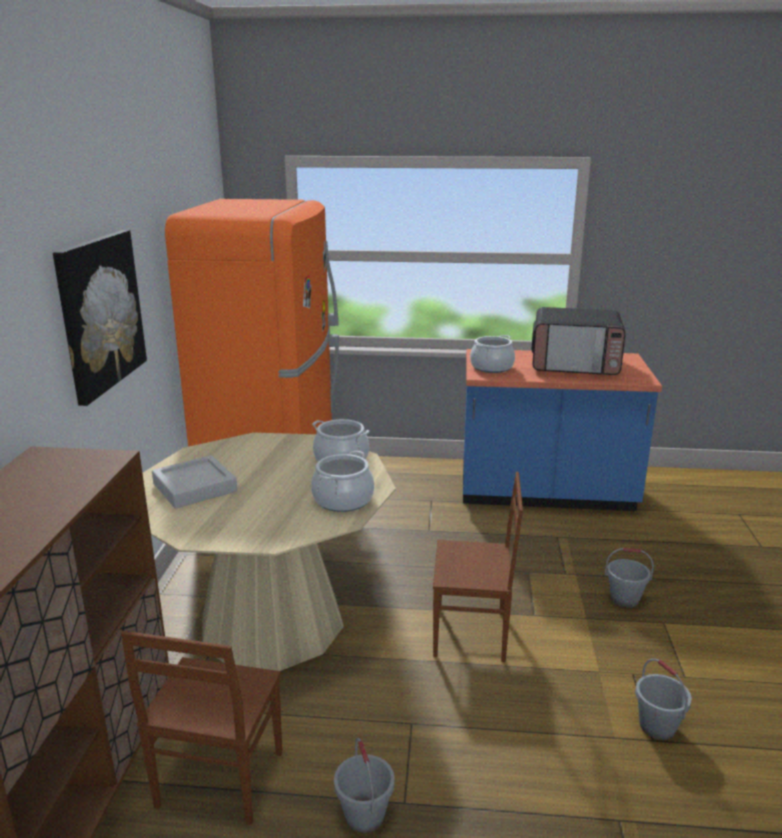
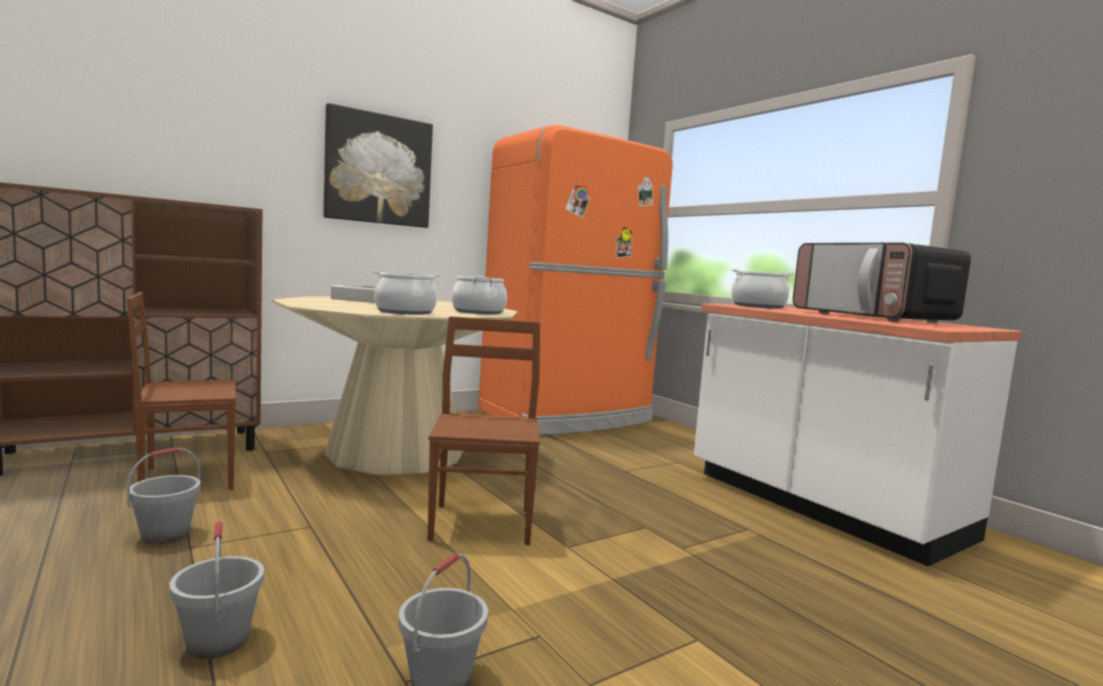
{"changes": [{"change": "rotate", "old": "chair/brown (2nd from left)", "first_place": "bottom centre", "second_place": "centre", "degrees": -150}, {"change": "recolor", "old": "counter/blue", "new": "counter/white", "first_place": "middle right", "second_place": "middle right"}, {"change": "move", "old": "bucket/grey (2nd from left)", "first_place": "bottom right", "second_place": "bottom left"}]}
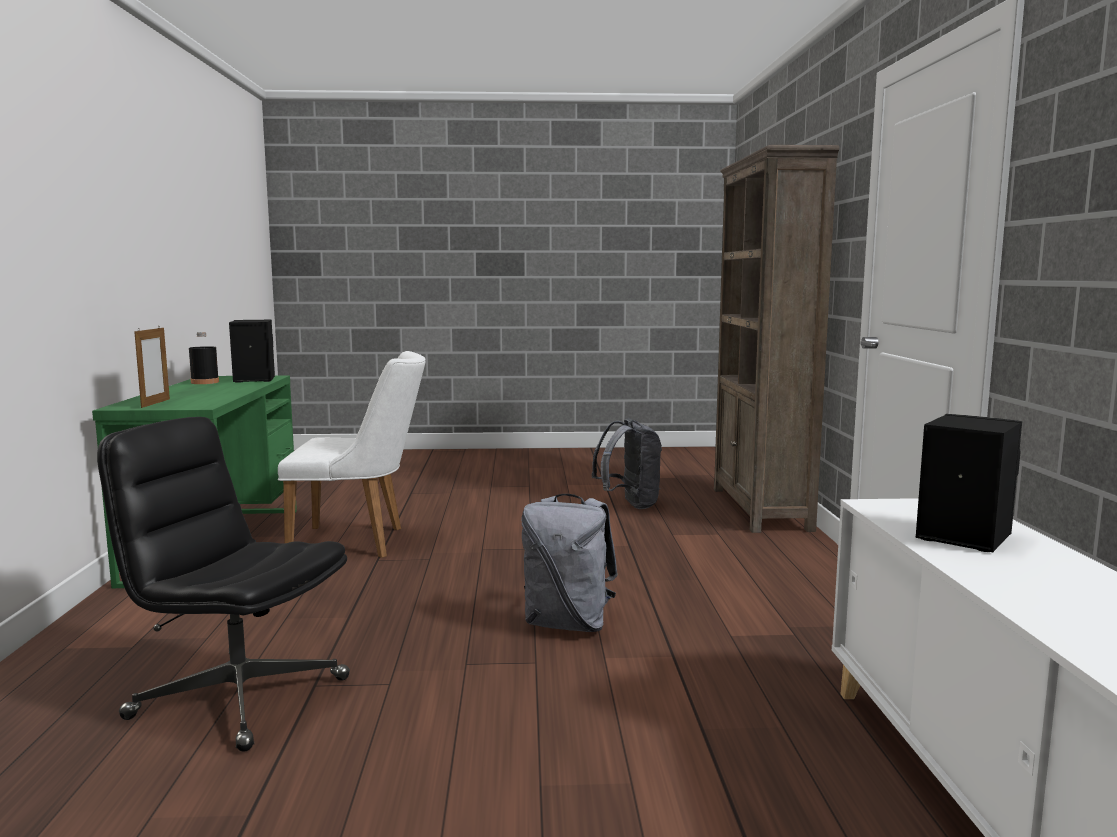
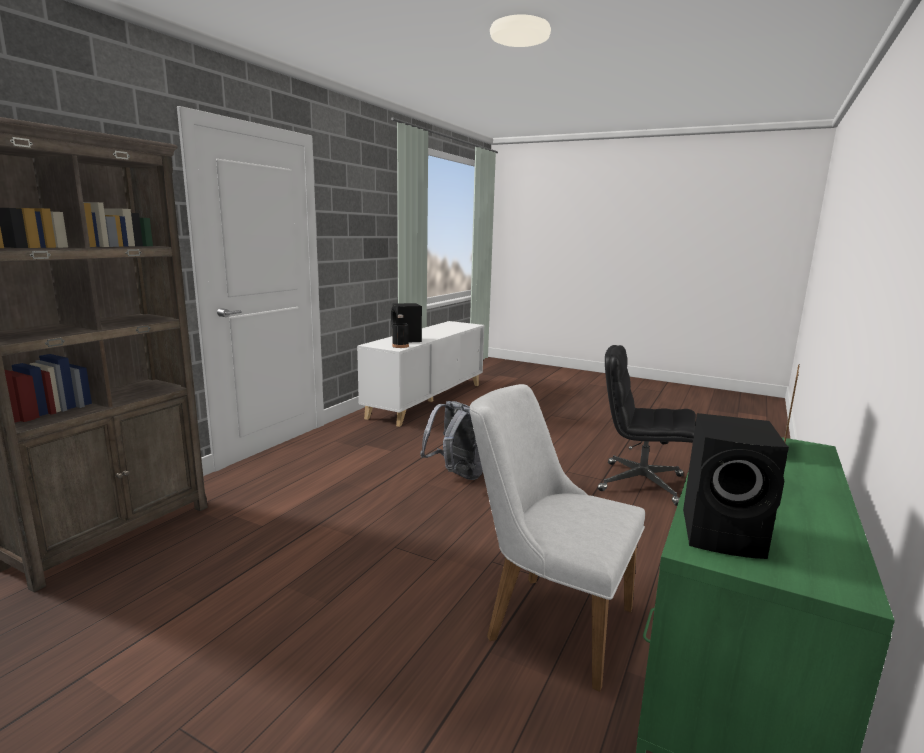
{"changes": [{"change": "rotate", "old": "office chair/black", "first_place": "bottom left", "second_place": "middle right", "degrees": 150}, {"change": "move", "old": "bottle/black", "first_place": "middle left", "second_place": "centre"}, {"change": "delete", "old": "backpack/grey (2nd from left)", "first_place": "centre"}]}
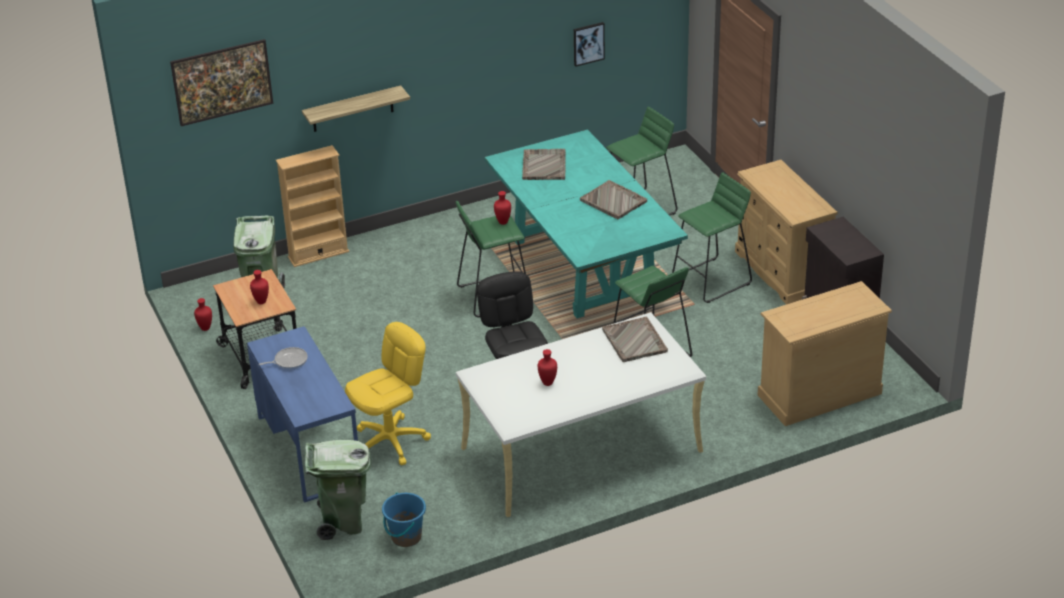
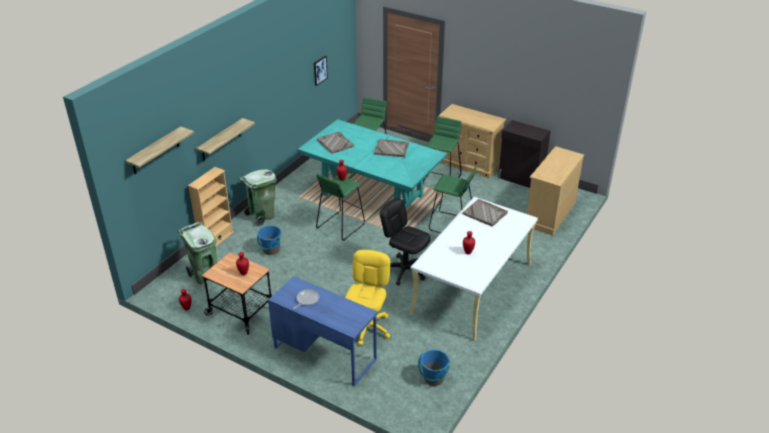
{"changes": [{"change": "replace", "old": "picture (1st from left)", "new": "shelf (1st from left)", "first_place": "top left", "second_place": "middle left"}, {"change": "move", "old": "trash can/green (2nd from left)", "first_place": "bottom left", "second_place": "centre"}, {"change": "insert", "new": "bucket/blue (1st from left)", "second_place": "centre"}]}
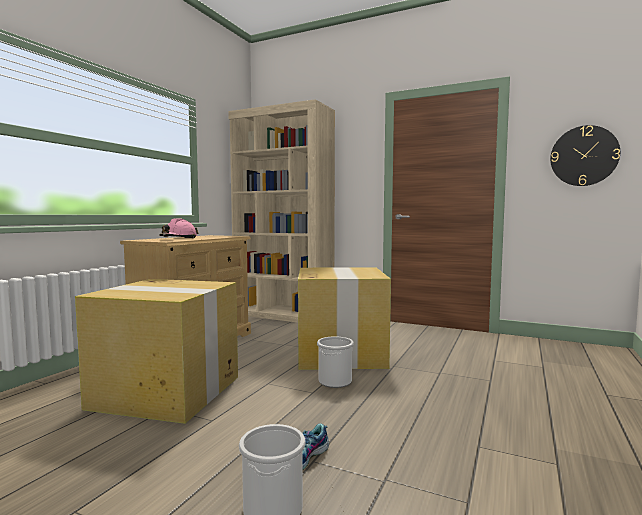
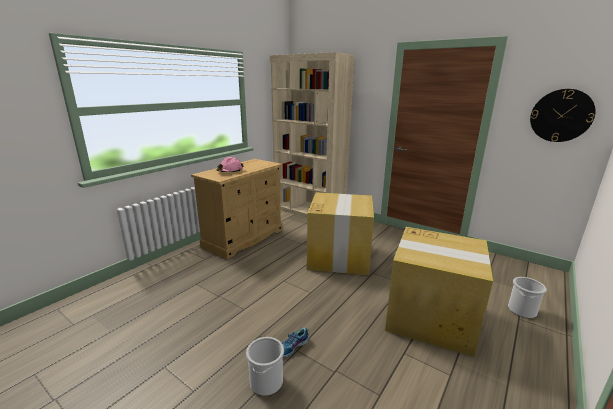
{"changes": [{"change": "move", "old": "cardboard box (1st from left in the first image)", "new": "cardboard box (2nd from left)", "first_place": "bottom left", "second_place": "bottom right"}, {"change": "move", "old": "bucket (2nd from left)", "first_place": "bottom centre", "second_place": "bottom right"}]}
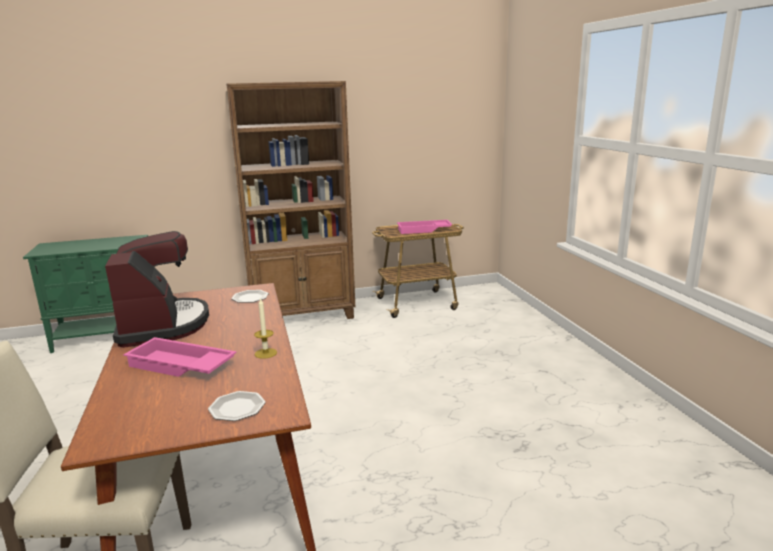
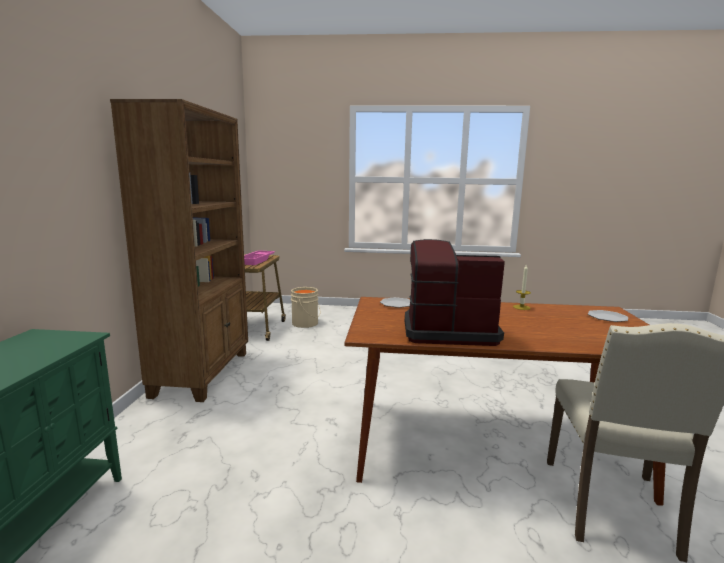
{"changes": [{"change": "delete", "old": "tray/pink (1st from left)", "first_place": "middle left"}, {"change": "insert", "new": "bucket/beige", "second_place": "centre"}]}
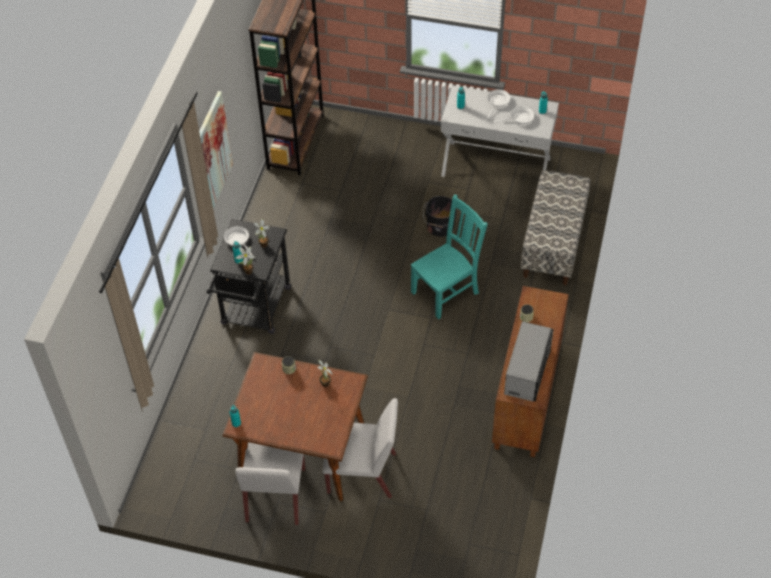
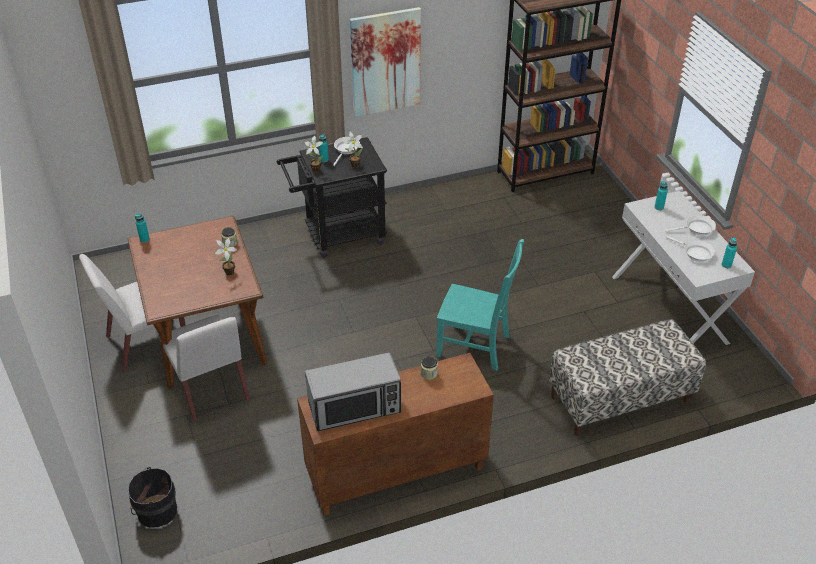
{"changes": [{"change": "move", "old": "bucket/black", "first_place": "centre", "second_place": "bottom left"}]}
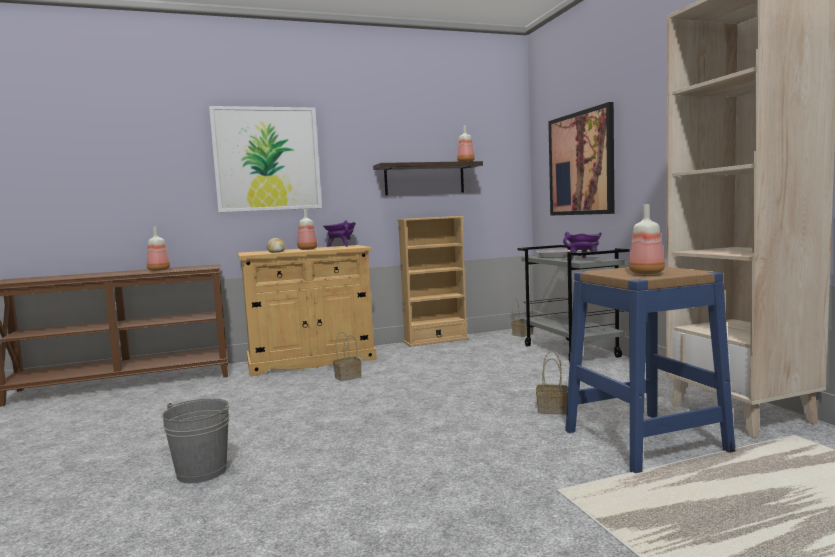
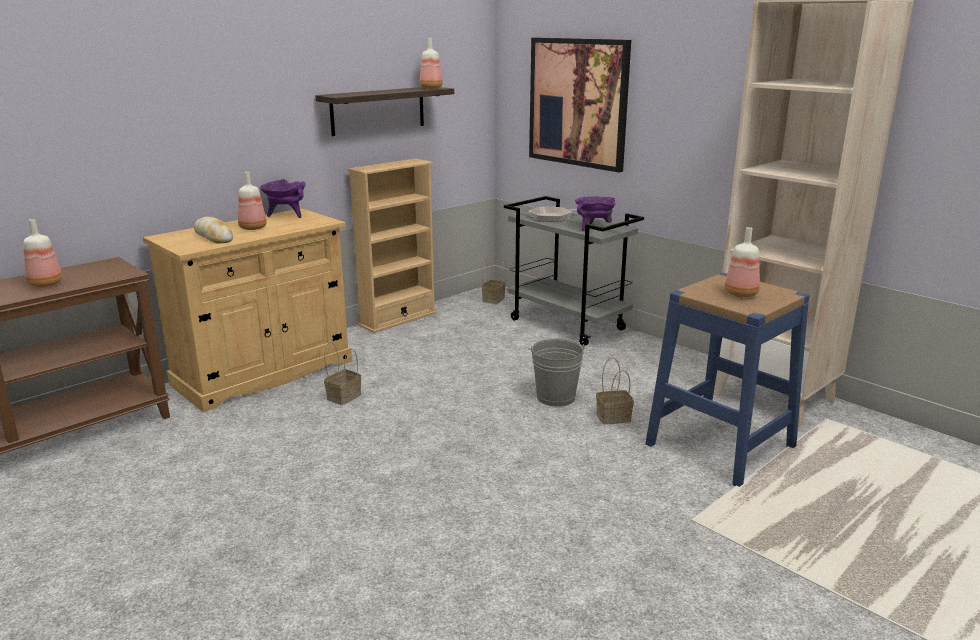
{"changes": [{"change": "move", "old": "bucket/grey", "first_place": "bottom left", "second_place": "centre"}, {"change": "delete", "old": "picture (1st from left)", "first_place": "top left"}]}
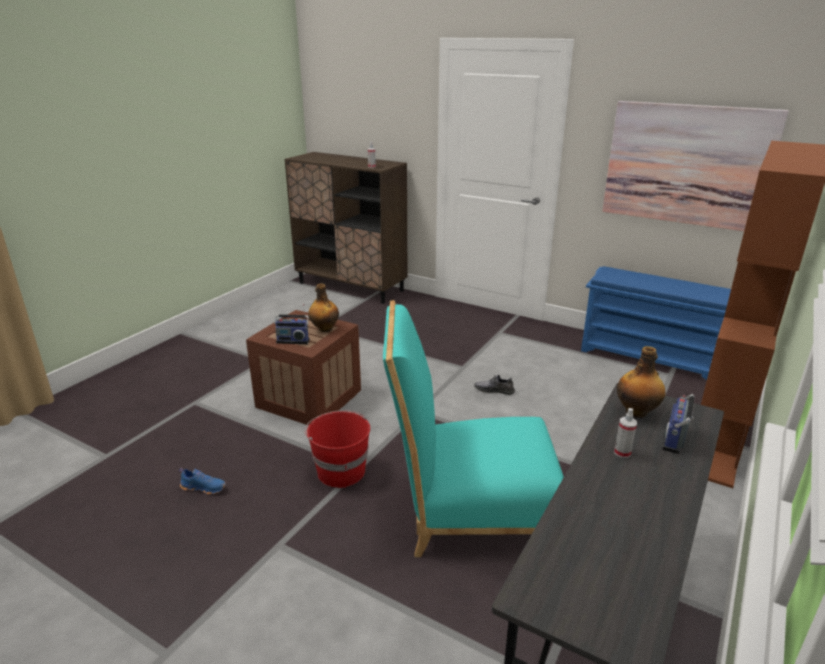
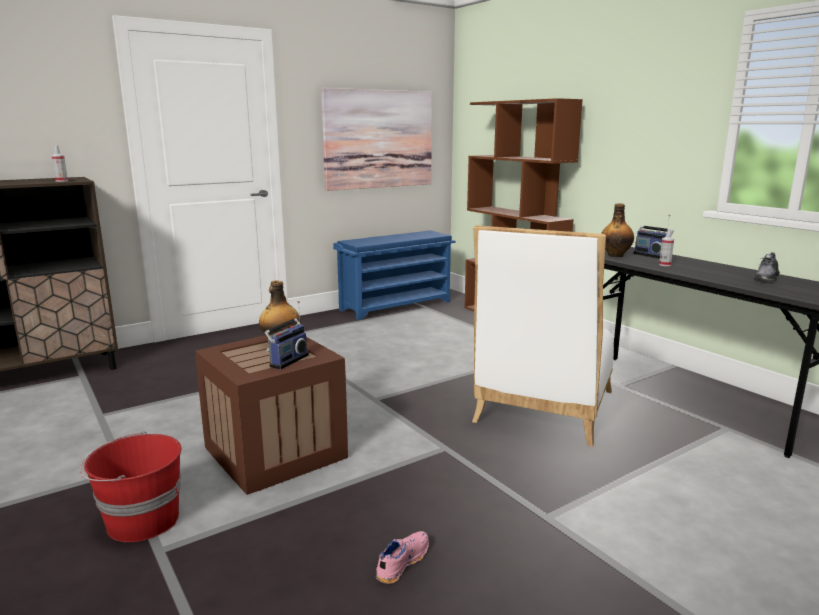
{"changes": [{"change": "recolor", "old": "shoe/blue", "new": "shoe/pink", "first_place": "bottom left", "second_place": "bottom centre"}, {"change": "move", "old": "bucket/red", "first_place": "bottom centre", "second_place": "bottom left"}, {"change": "recolor", "old": "chair/turquoise", "new": "chair/white", "first_place": "centre", "second_place": "centre"}, {"change": "move", "old": "shoe/grey", "first_place": "centre", "second_place": "middle right"}]}
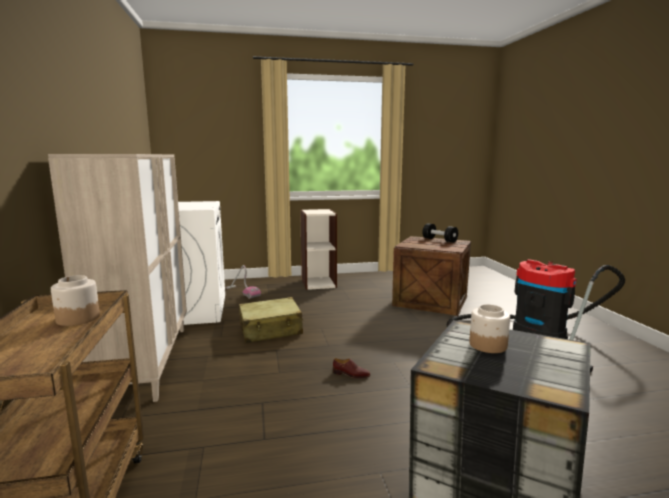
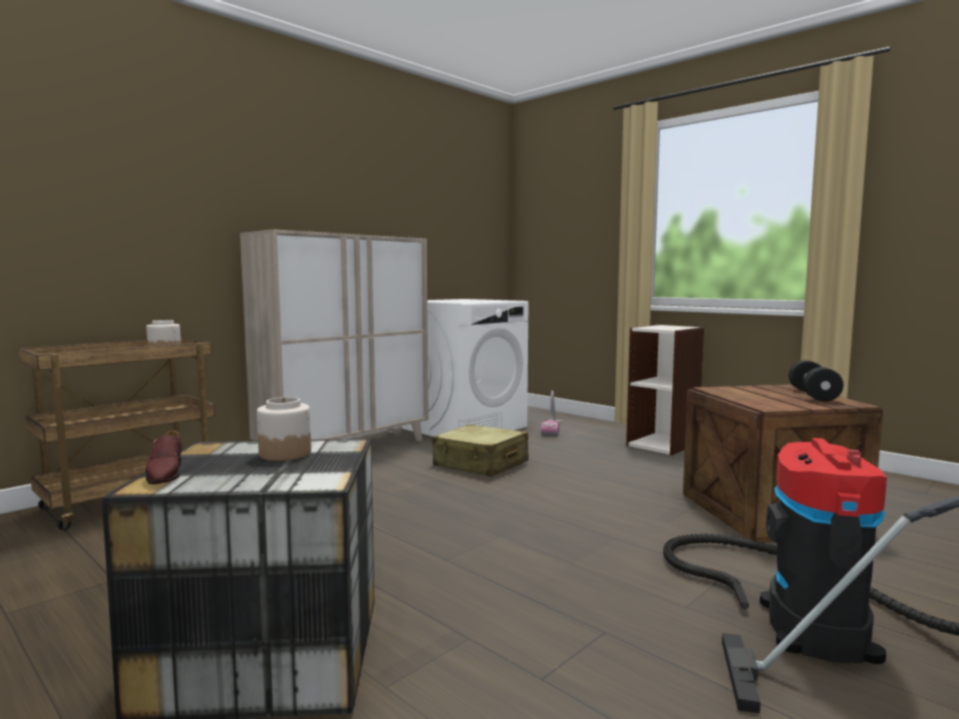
{"changes": [{"change": "move", "old": "shoe/brown", "first_place": "bottom centre", "second_place": "middle left"}]}
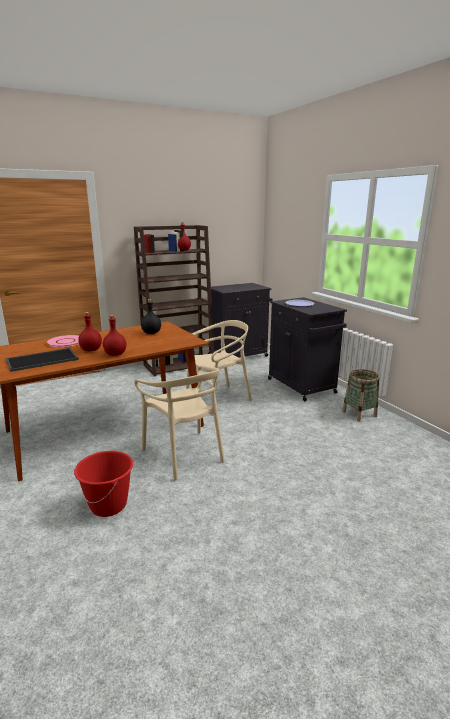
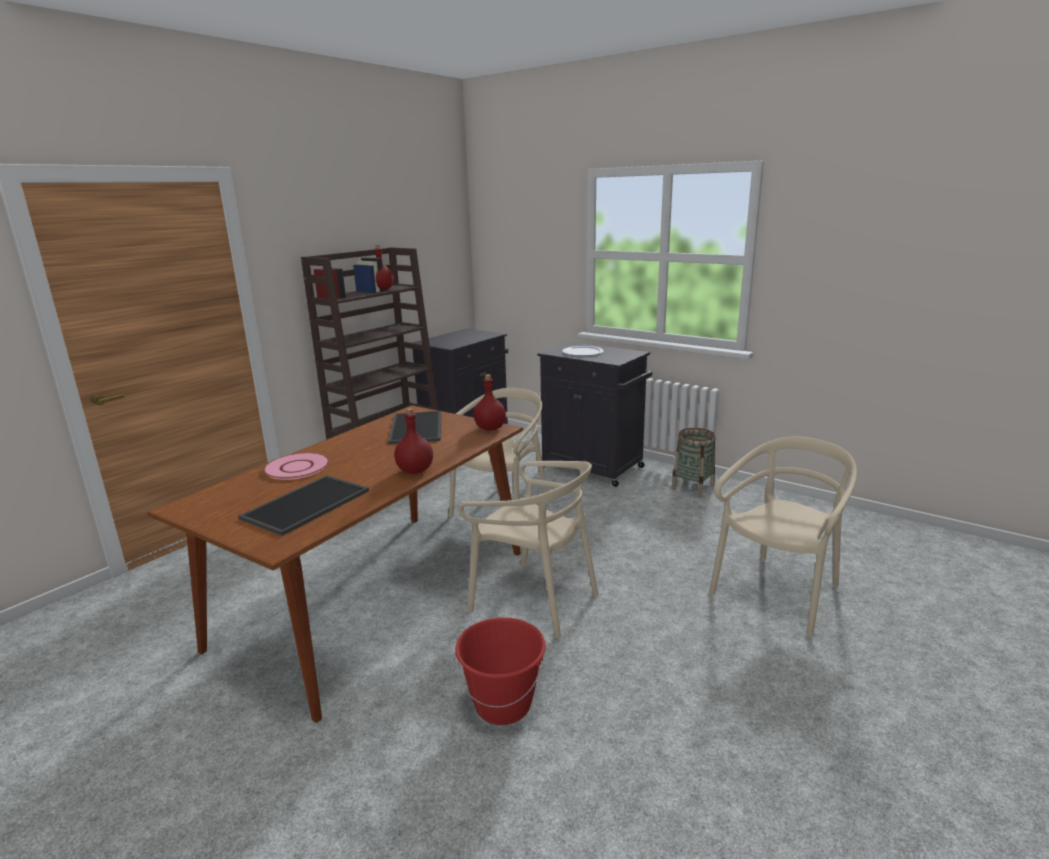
{"changes": [{"change": "move", "old": "bottle/red (1st from left in the first image)", "new": "bottle/red (3rd from left)", "first_place": "middle left", "second_place": "centre"}, {"change": "replace", "old": "bottle/black", "new": "tray (2nd from left)", "first_place": "centre", "second_place": "centre"}, {"change": "insert", "new": "chair/beige (3rd from left)", "second_place": "middle right"}]}
